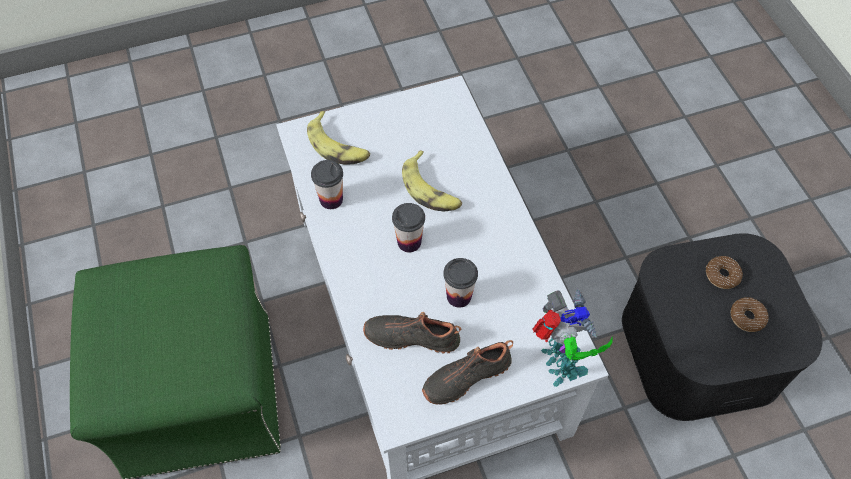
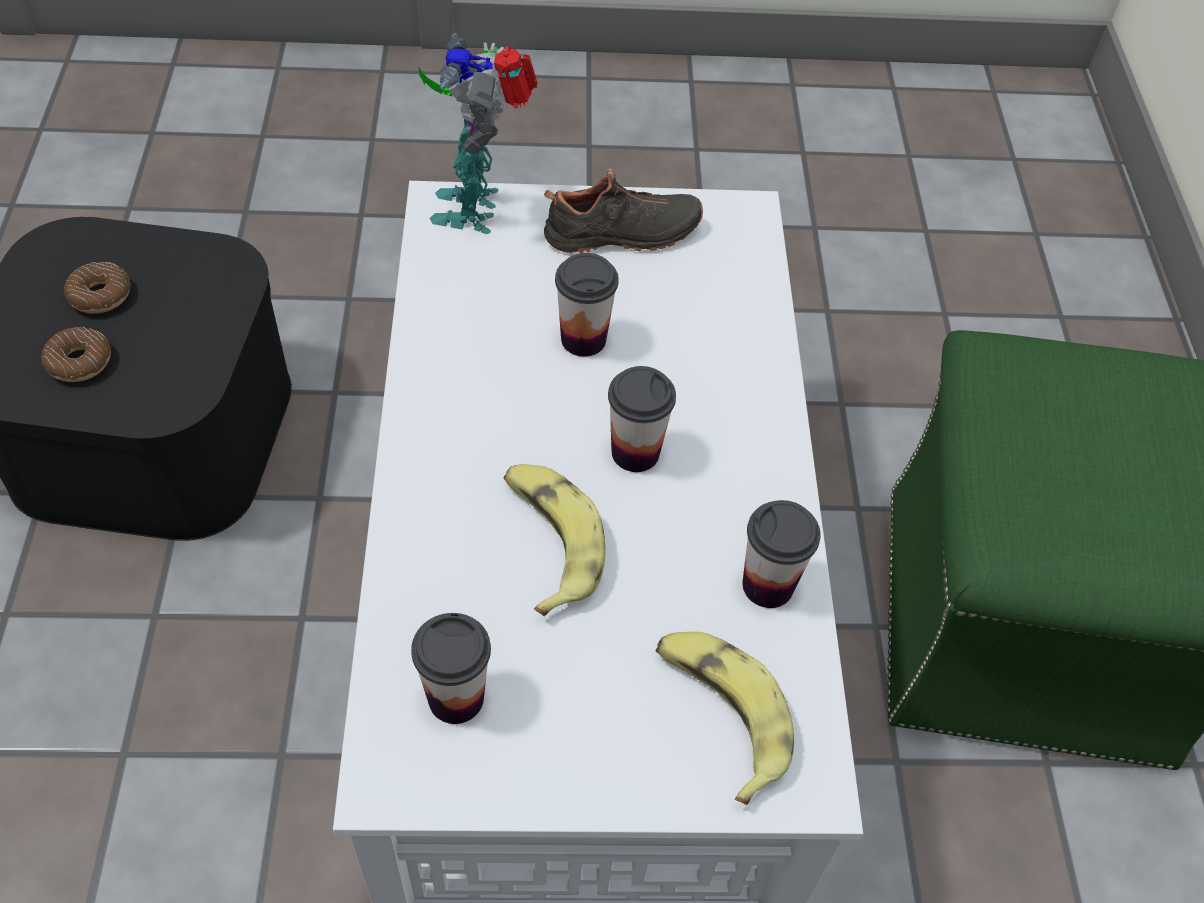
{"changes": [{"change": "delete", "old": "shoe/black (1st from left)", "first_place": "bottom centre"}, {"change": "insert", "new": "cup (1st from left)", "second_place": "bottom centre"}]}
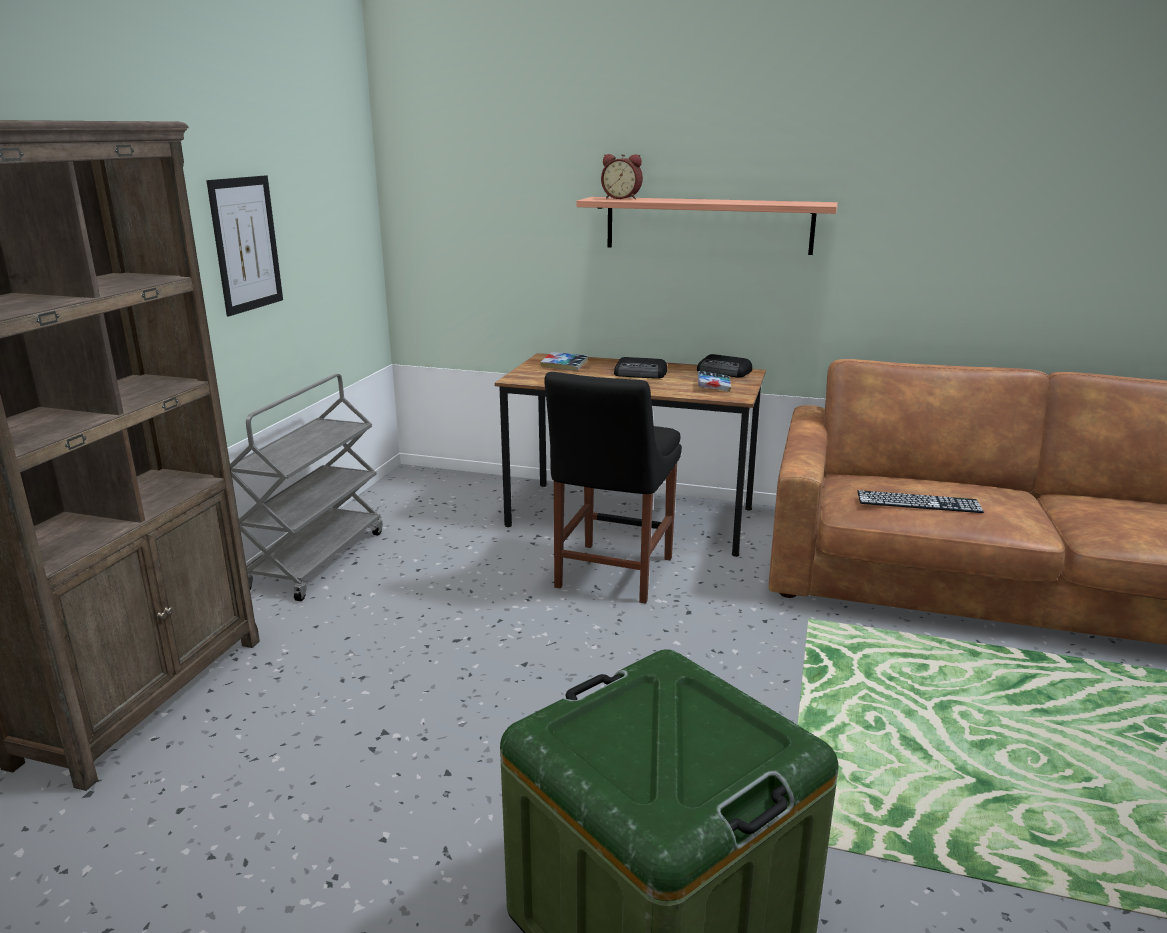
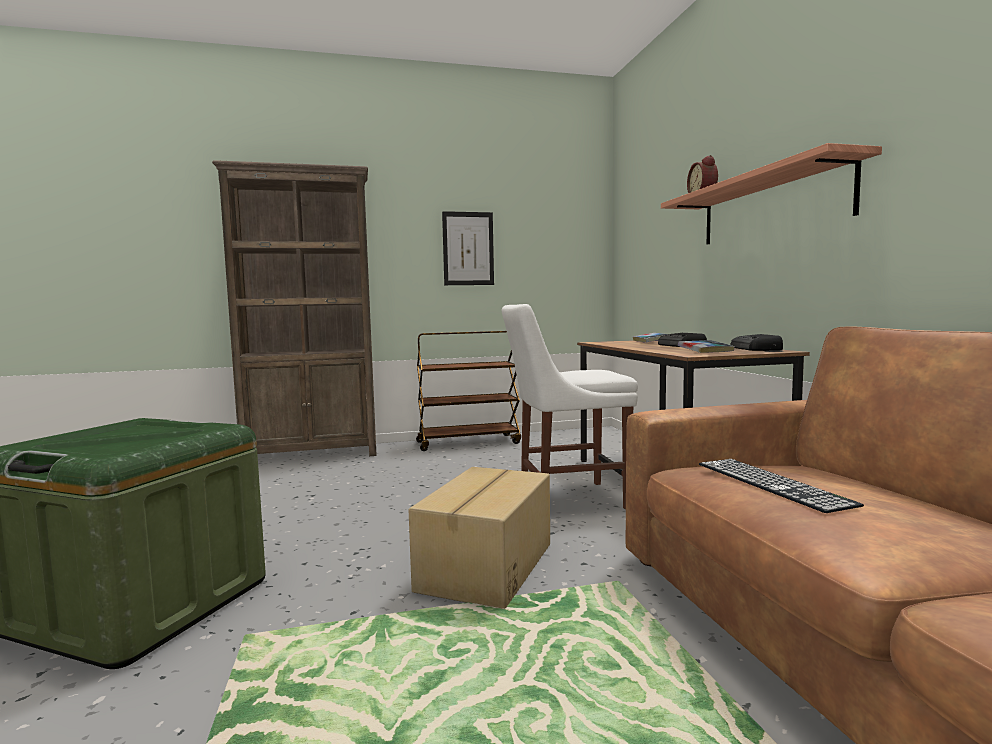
{"changes": [{"change": "recolor", "old": "cart/grey", "new": "cart/brown", "first_place": "middle left", "second_place": "centre"}, {"change": "recolor", "old": "chair/black", "new": "chair/white", "first_place": "centre", "second_place": "centre"}, {"change": "insert", "new": "cardboard box", "second_place": "bottom centre"}]}
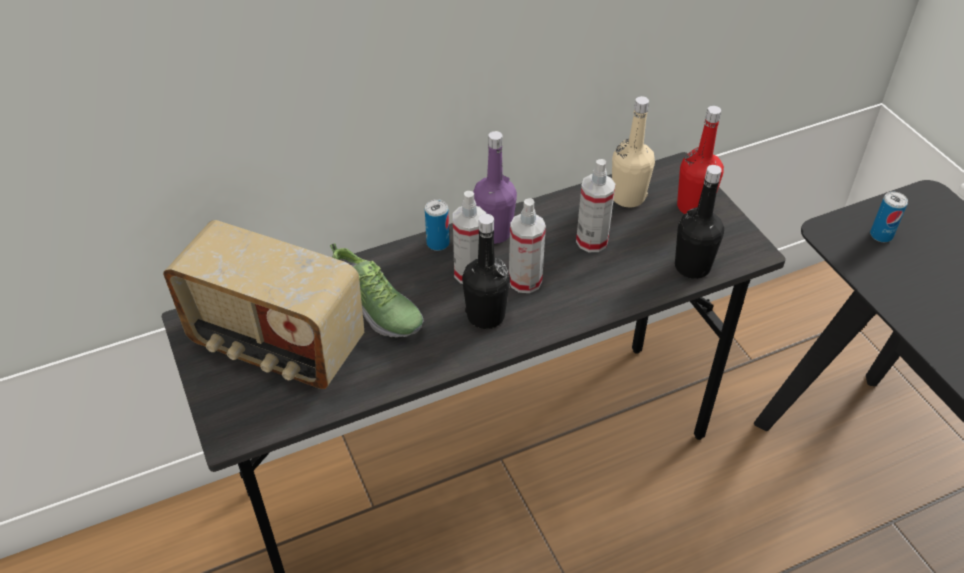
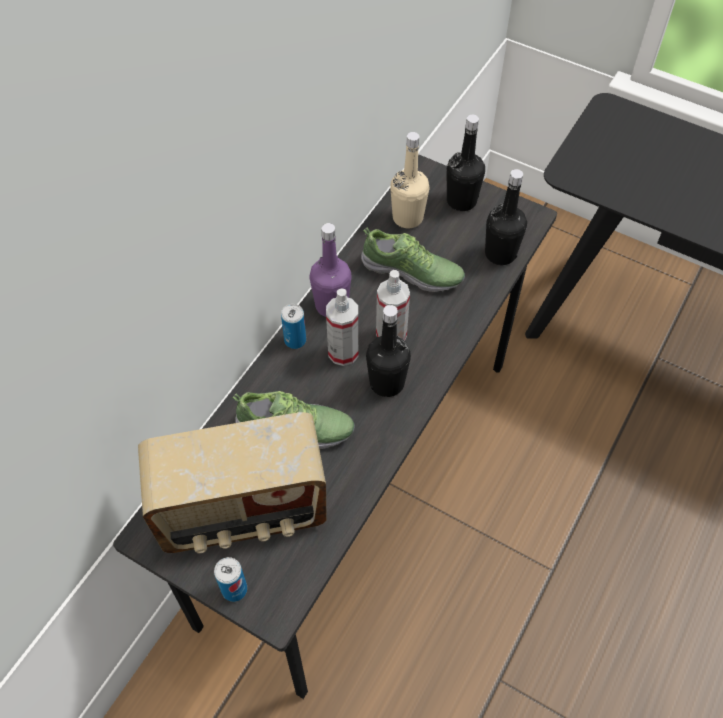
{"changes": [{"change": "replace", "old": "spray bottle (3rd from left)", "new": "shoe (2nd from left)", "first_place": "centre", "second_place": "centre"}, {"change": "recolor", "old": "bottle/red", "new": "bottle/black (2nd from left)", "first_place": "top right", "second_place": "top centre"}, {"change": "move", "old": "can (2nd from left in the first image)", "new": "can (1st from left)", "first_place": "middle right", "second_place": "bottom left"}]}
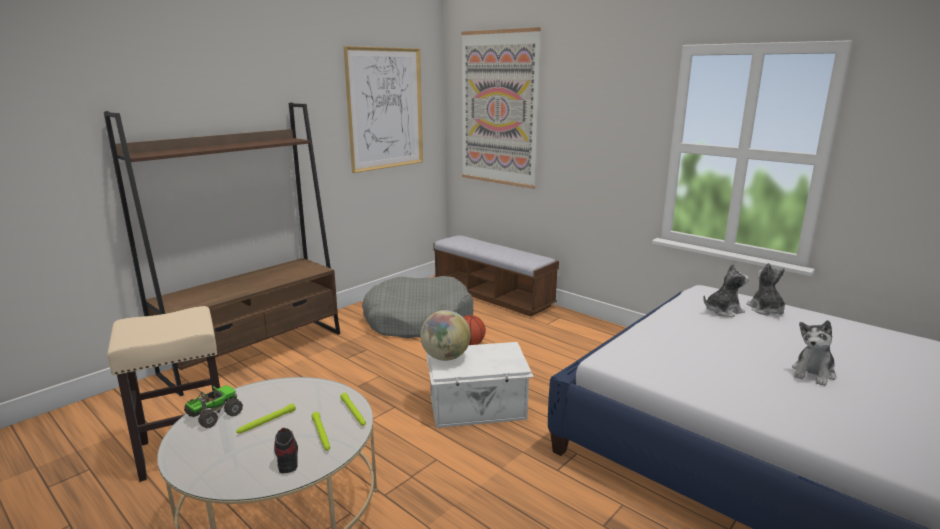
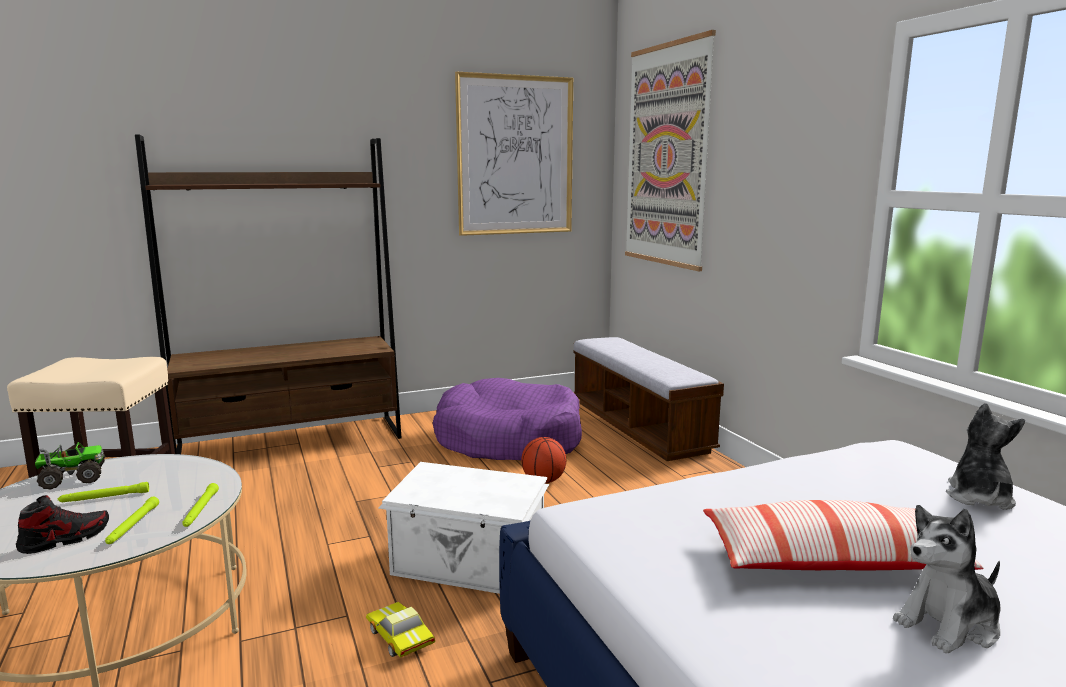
{"changes": [{"change": "rotate", "old": "shoe", "first_place": "bottom left", "second_place": "bottom left", "degrees": 45}, {"change": "recolor", "old": "dog bed/grey", "new": "dog bed/purple", "first_place": "centre", "second_place": "centre"}, {"change": "delete", "old": "globe", "first_place": "centre"}, {"change": "delete", "old": "plush toy (1st from left)", "first_place": "middle right"}, {"change": "insert", "new": "toy car", "second_place": "bottom centre"}, {"change": "insert", "new": "pillow", "second_place": "bottom right"}]}
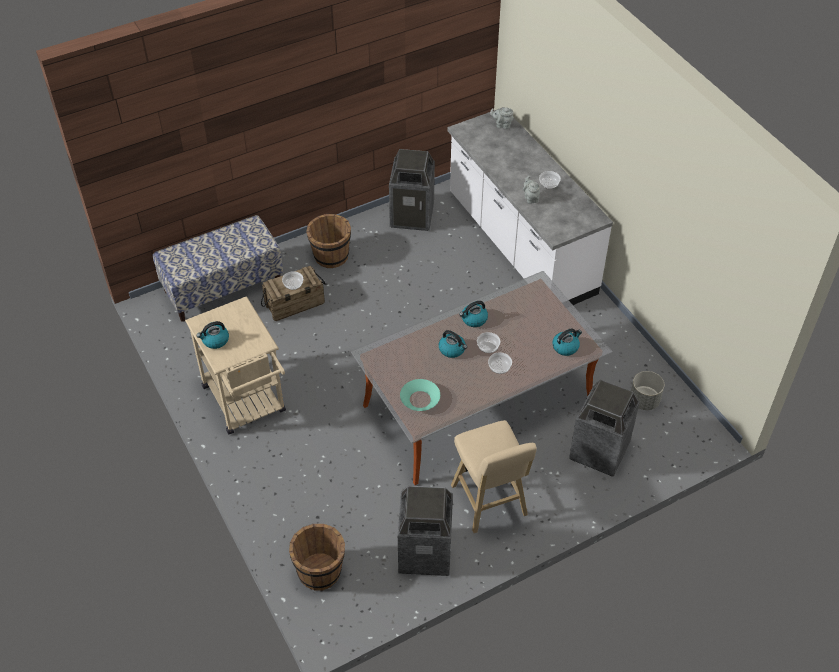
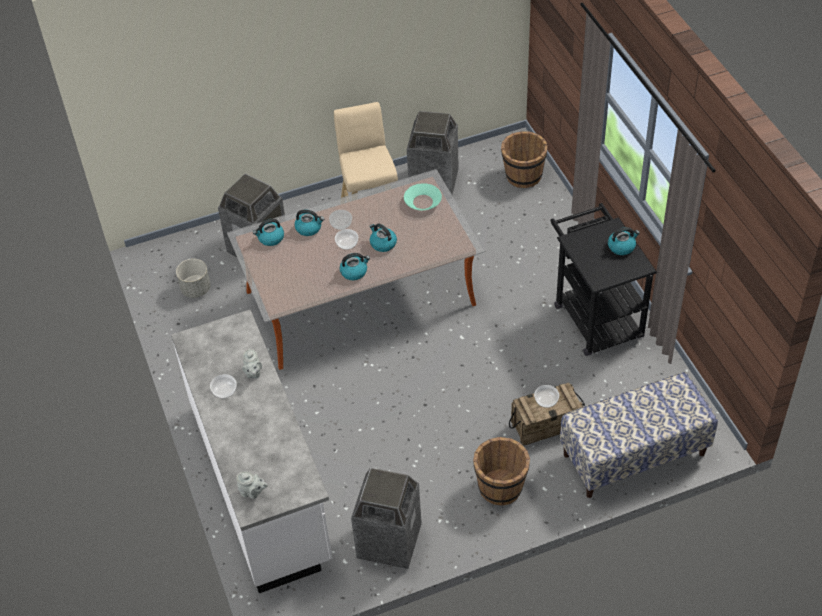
{"changes": [{"change": "recolor", "old": "cart/beige", "new": "cart/black", "first_place": "middle left", "second_place": "middle right"}, {"change": "insert", "new": "kettle (2nd from left)", "second_place": "centre"}]}
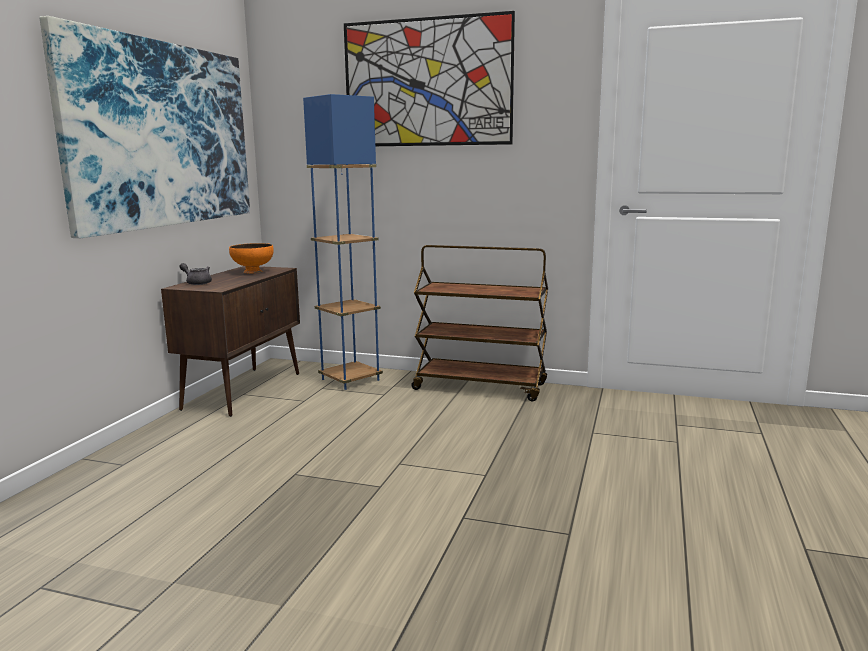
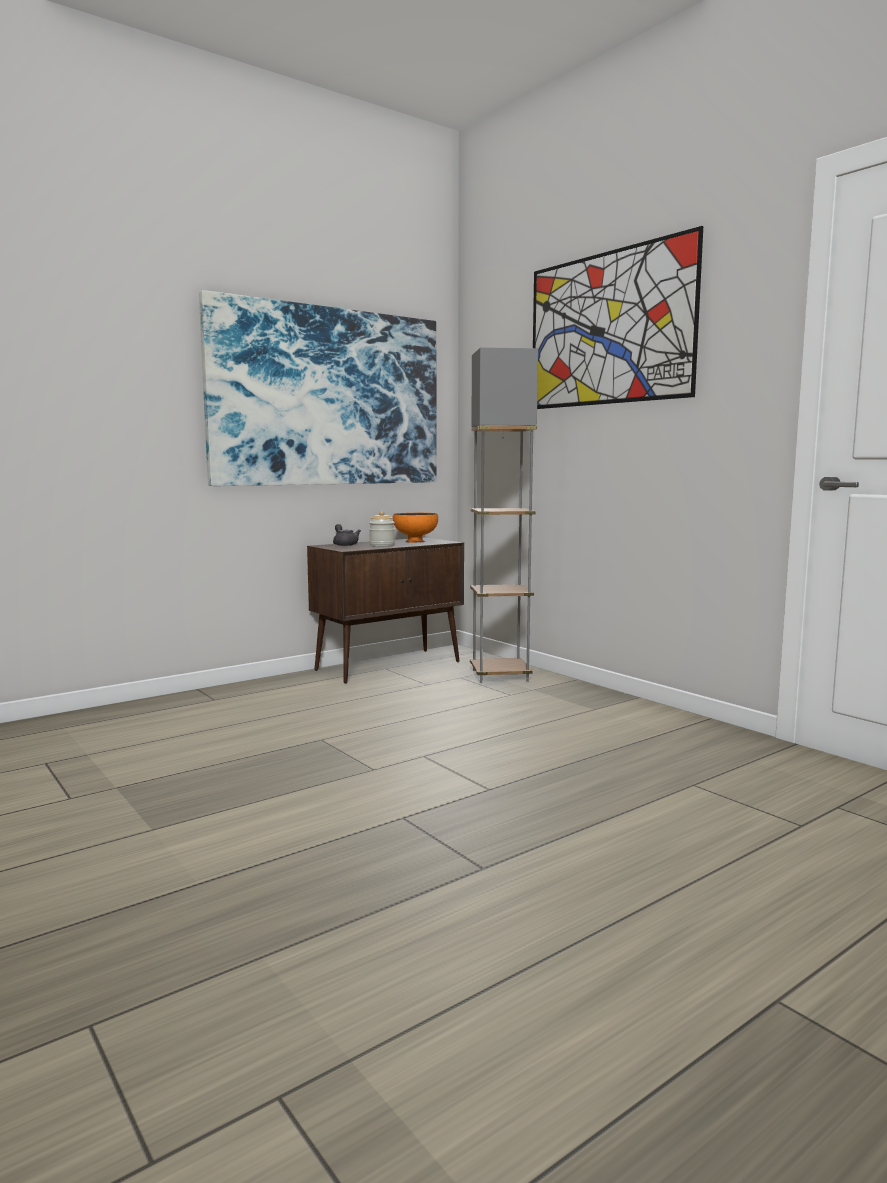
{"changes": [{"change": "recolor", "old": "floor lamp/blue", "new": "floor lamp/grey", "first_place": "centre", "second_place": "centre"}, {"change": "delete", "old": "cart/brown", "first_place": "centre"}, {"change": "insert", "new": "jar", "second_place": "centre"}]}
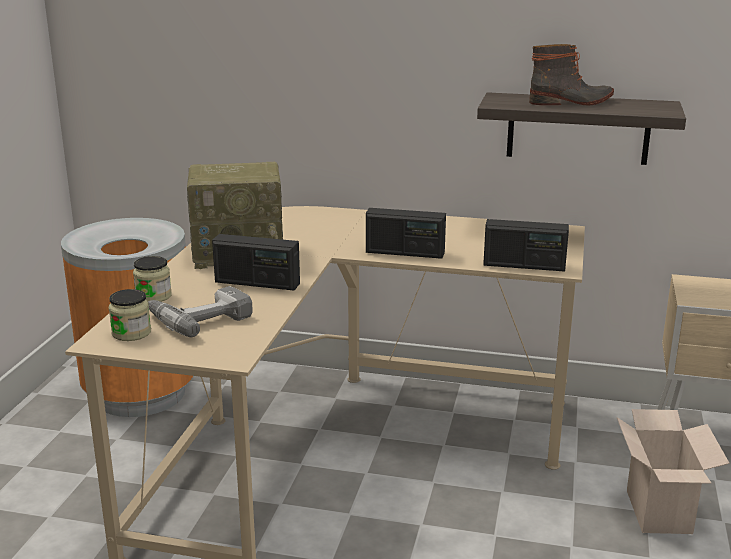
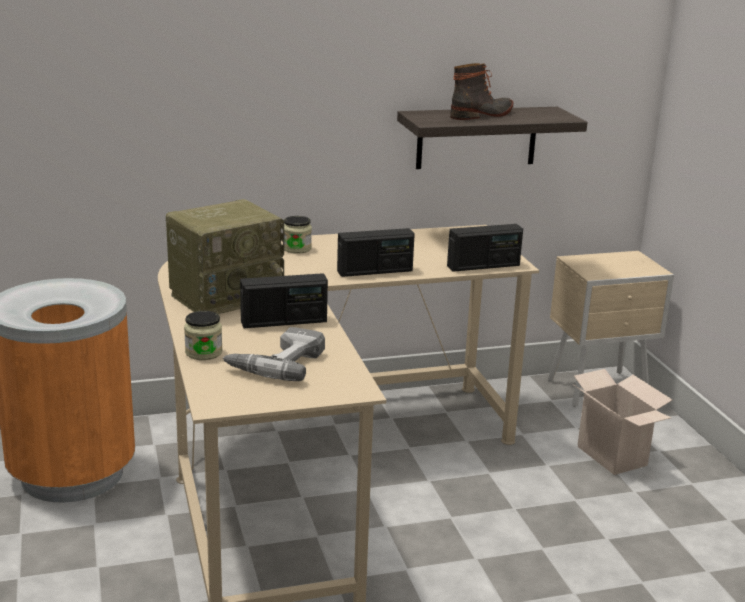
{"changes": [{"change": "move", "old": "jar (1st from left in the first image)", "new": "jar (2nd from left)", "first_place": "middle left", "second_place": "centre"}]}
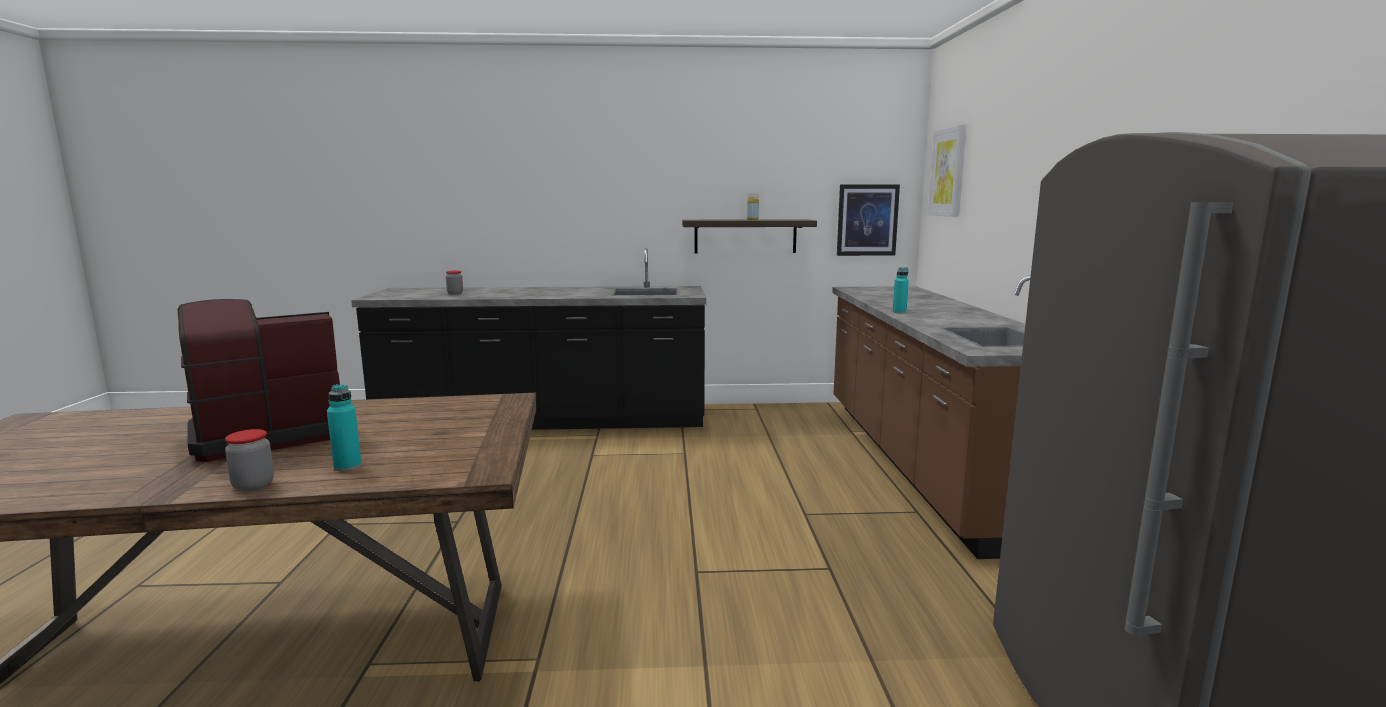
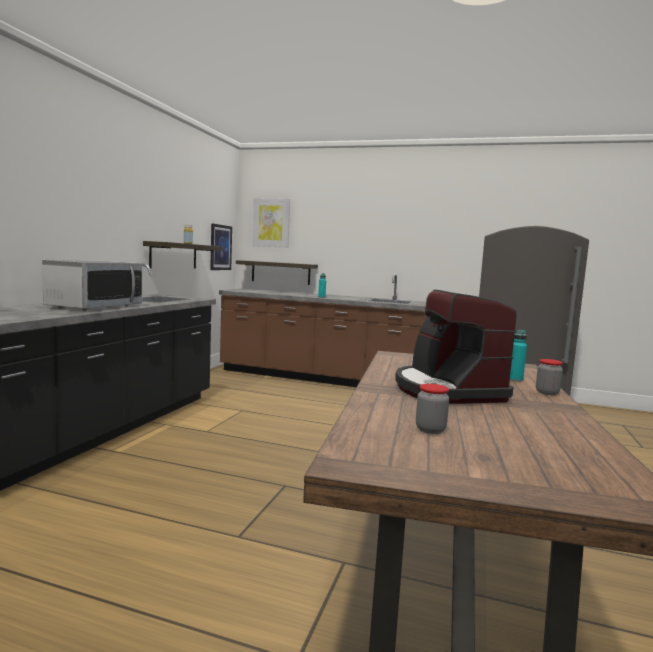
{"changes": [{"change": "move", "old": "jar (2nd from left in the first image)", "new": "jar (1st from left)", "first_place": "middle left", "second_place": "centre"}, {"change": "insert", "new": "microwave", "second_place": "middle left"}, {"change": "insert", "new": "shelf (2nd from left)", "second_place": "centre"}]}
